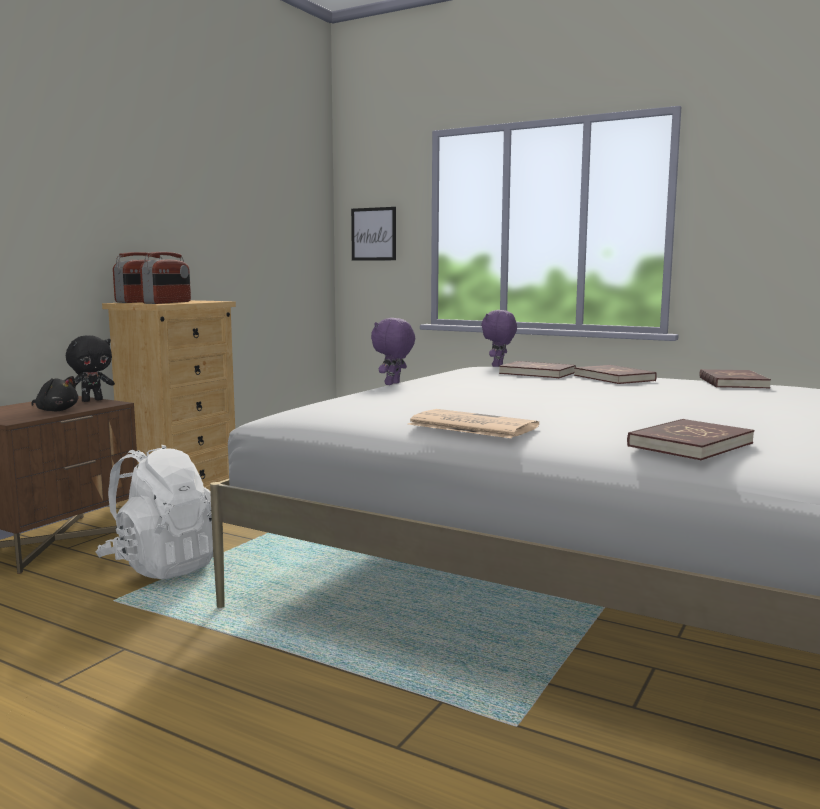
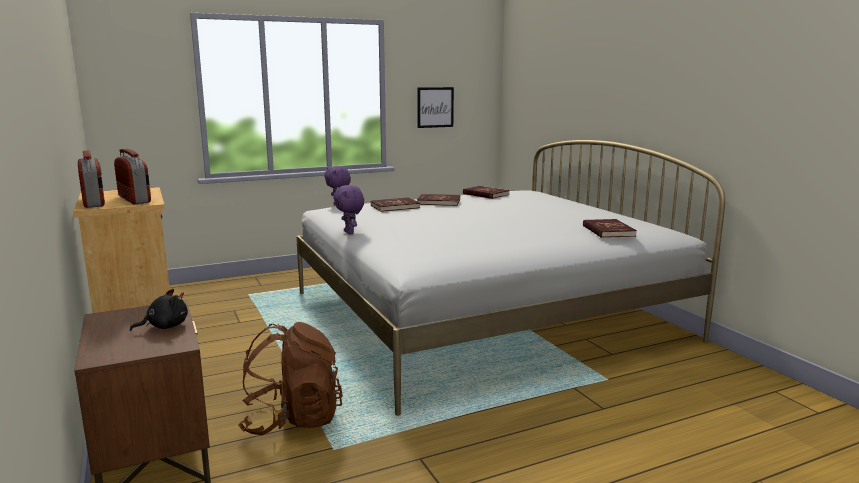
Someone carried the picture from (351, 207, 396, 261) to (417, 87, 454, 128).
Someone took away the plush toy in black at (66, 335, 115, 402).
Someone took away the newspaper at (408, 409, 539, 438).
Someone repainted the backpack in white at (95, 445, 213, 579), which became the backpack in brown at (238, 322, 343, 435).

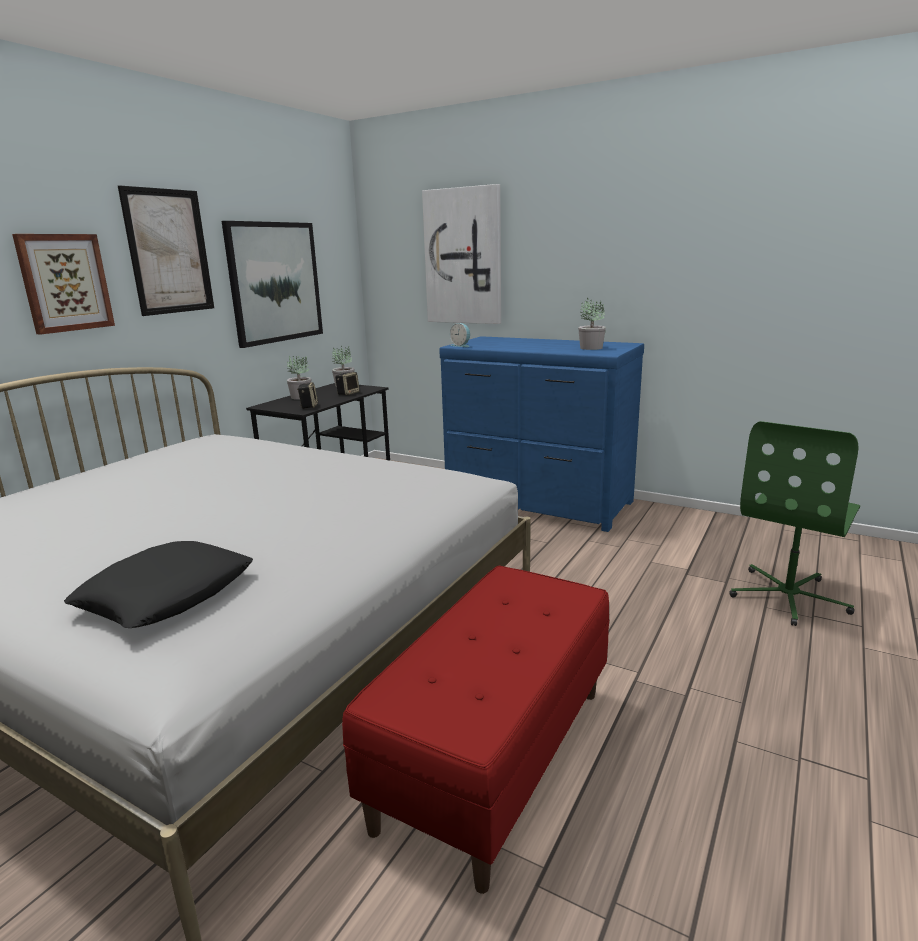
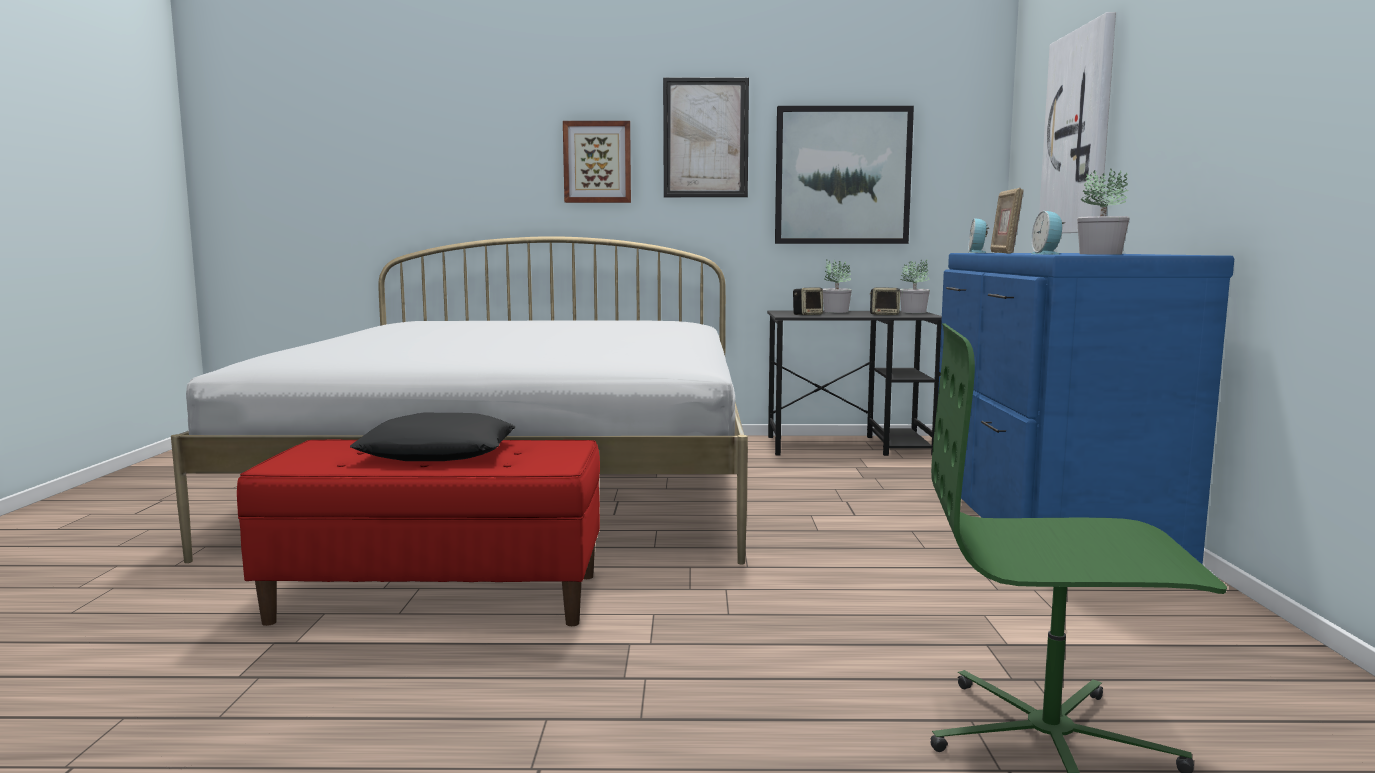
Someone carried the pillow in black from (64, 541, 253, 628) to (350, 413, 516, 461).
Someone put down the picture frame at (991, 188, 1023, 254).
Someone put down the alarm clock at (1031, 211, 1065, 255).

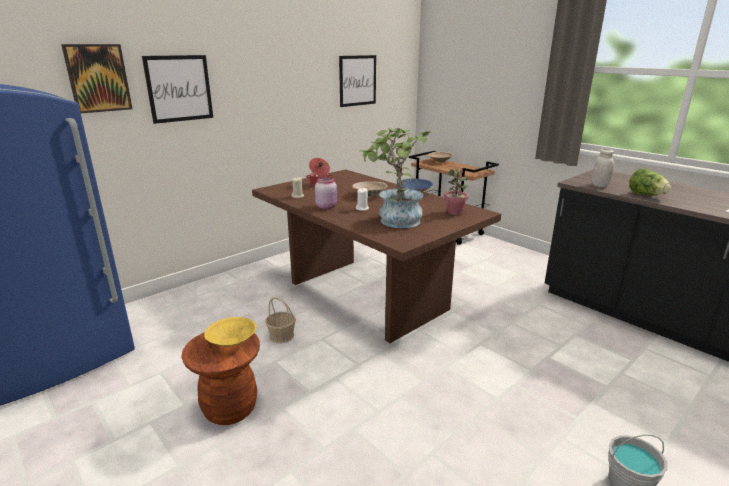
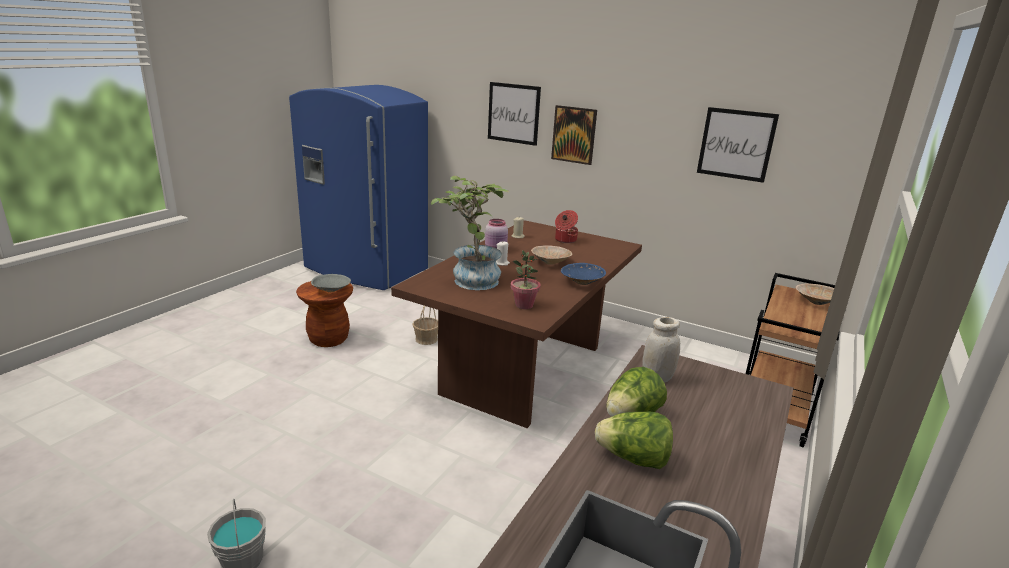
Someone carried the picture from (61, 44, 132, 113) to (551, 105, 597, 165).
Someone repainted the bowl in yellow at (204, 317, 257, 347), which became the bowl in grey at (311, 274, 351, 292).
Someone put down the lettuce at (595, 411, 673, 469).

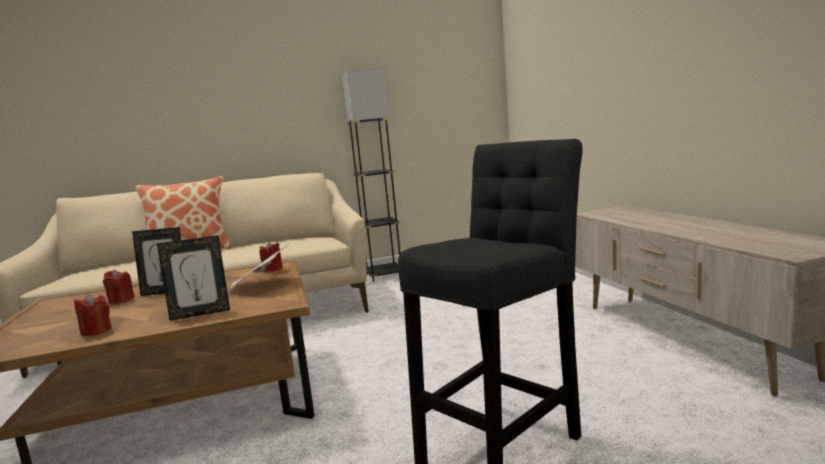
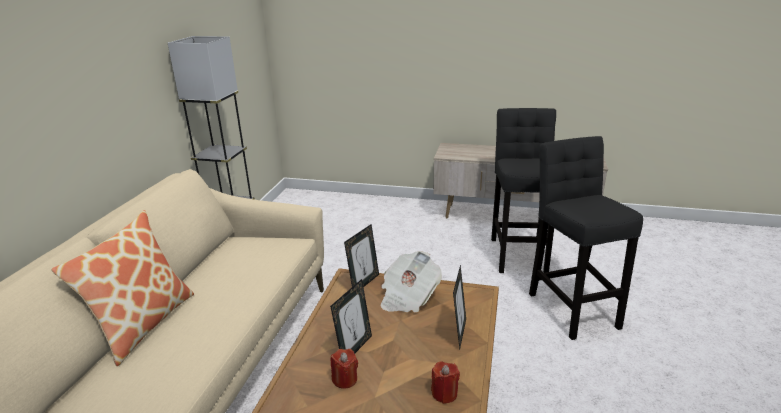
Someone swapped the candle in red at (259, 241, 283, 272) for the picture frame at (344, 224, 379, 287).
Someone put down the stool in black at (491, 108, 556, 273).

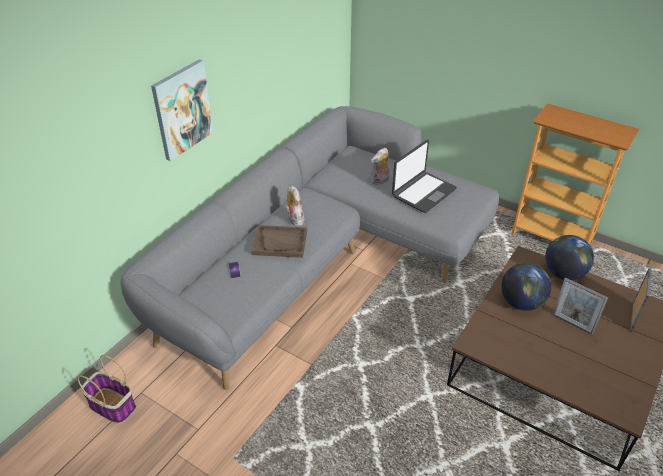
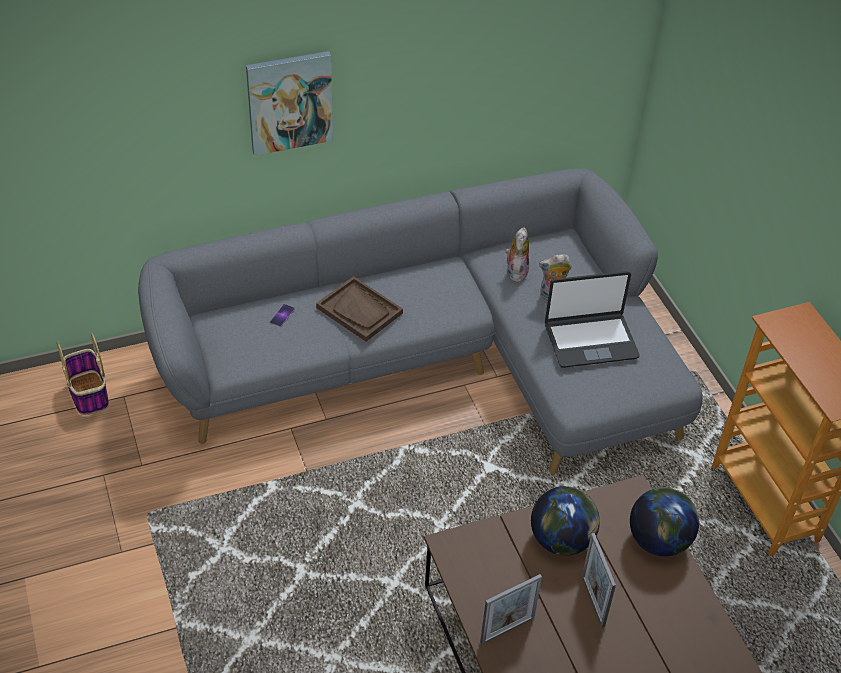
Someone carried the plush toy from (285, 186, 304, 226) to (505, 227, 529, 282).
Someone carried the picture frame from (630, 267, 652, 332) to (480, 574, 542, 644).

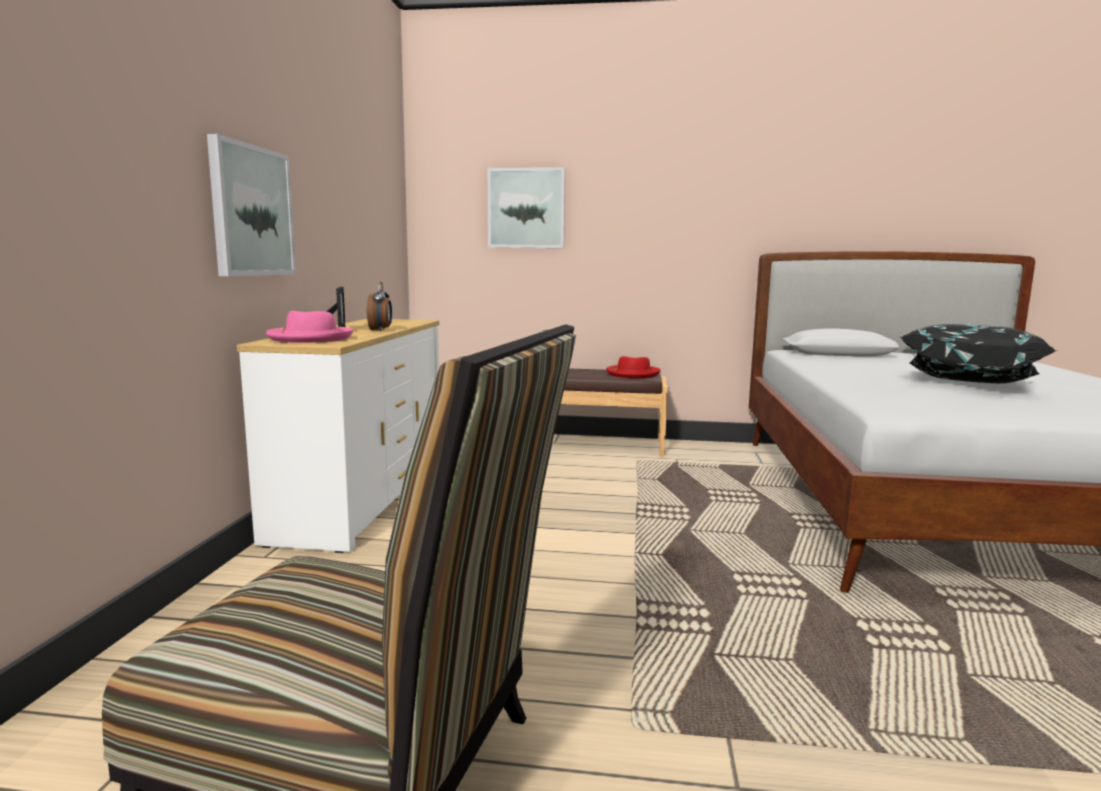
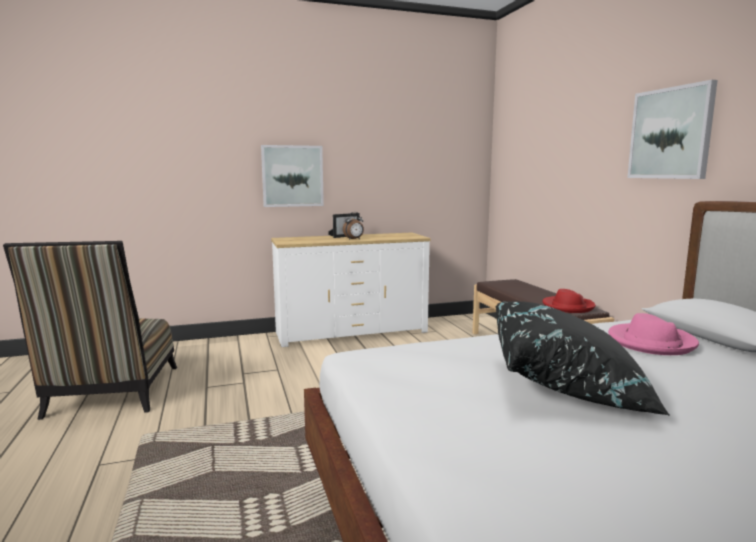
Someone carried the picture from (488, 167, 565, 248) to (627, 80, 718, 179).
Someone carried the hat in pink from (266, 311, 353, 343) to (608, 313, 699, 355).

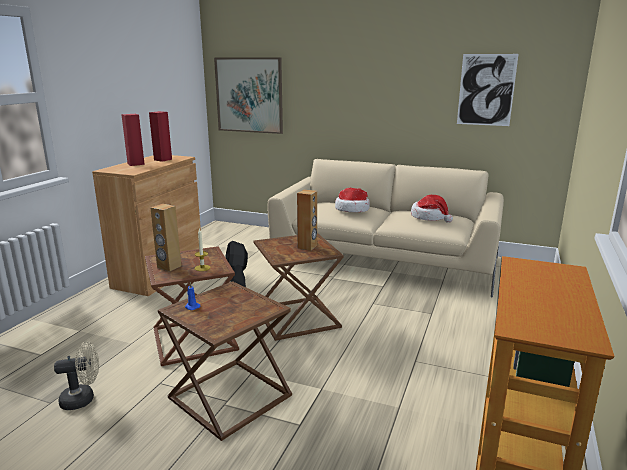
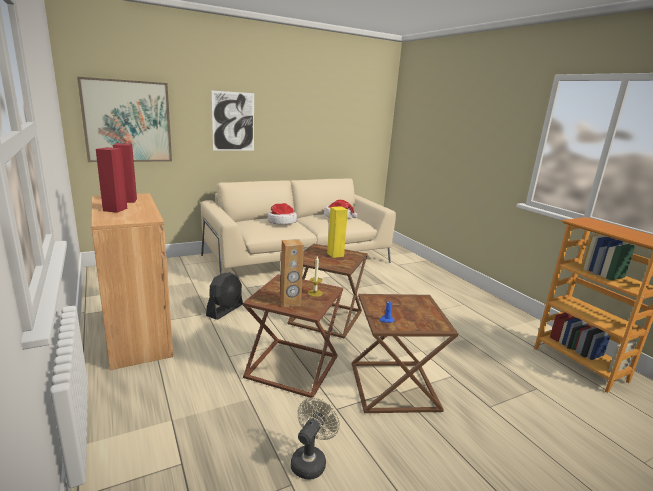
Someone carried the picture from (457, 54, 519, 126) to (212, 91, 254, 151).
Someone repainted the speaker in brown at (297, 190, 317, 251), which became the speaker in yellow at (327, 206, 348, 258).
Someone rotated the fan in black at (225, 241, 248, 287) by 90 degrees counterclockwise.

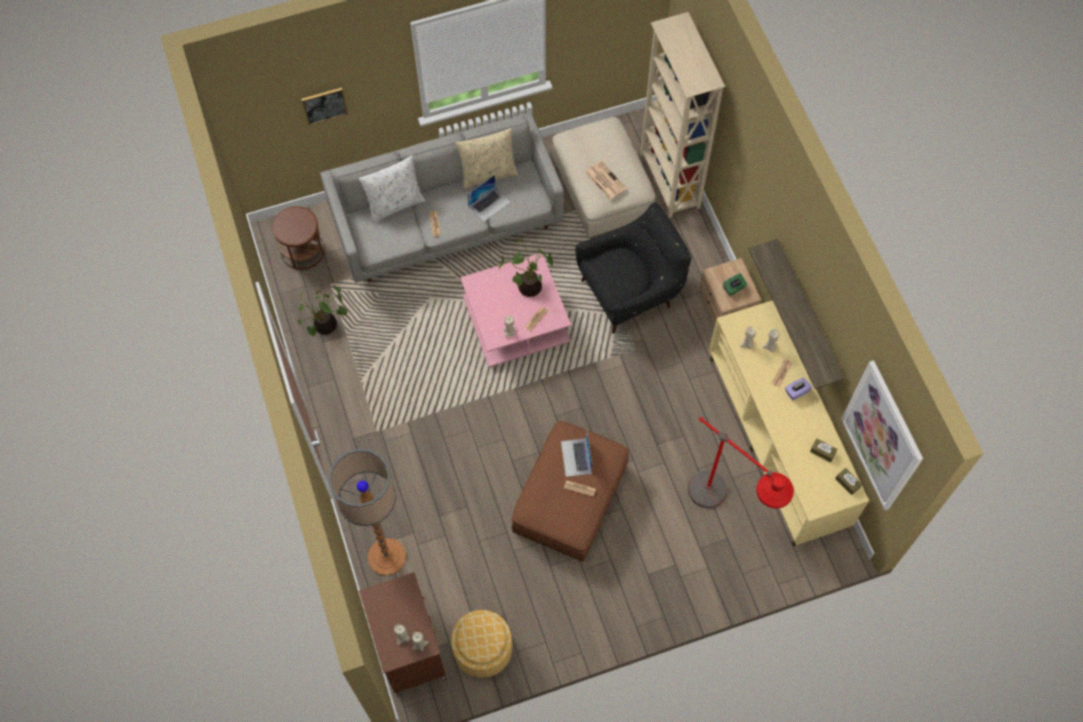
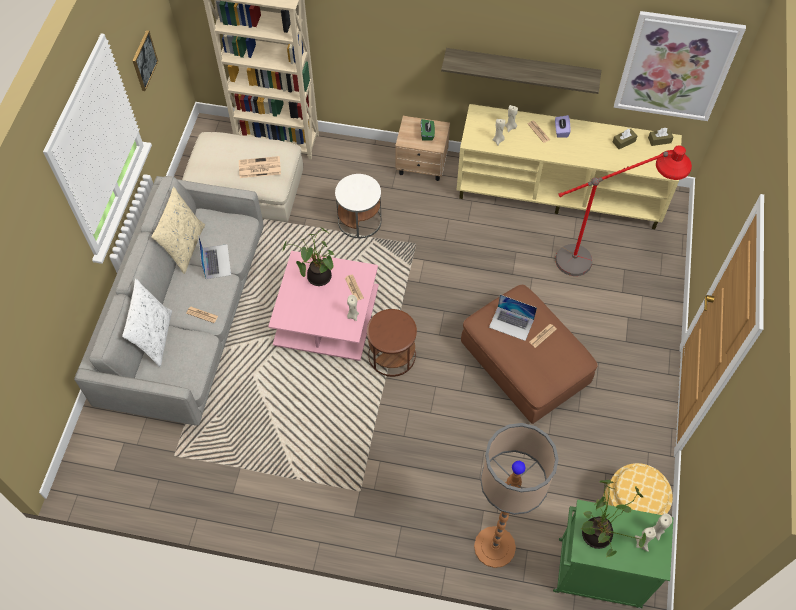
Someone carried the picture from (302, 87, 348, 125) to (133, 30, 158, 91).
Someone swapped the armchair in black at (575, 202, 692, 334) for the side table in white at (335, 174, 381, 238).
Someone carried the side table in brown from (272, 206, 325, 270) to (367, 309, 417, 377).
Someone carried the potted plant from (297, 285, 348, 336) to (580, 480, 646, 557).
Someone repainted the cabinet in brown at (359, 572, 446, 697), which became the cabinet in green at (553, 499, 674, 608).

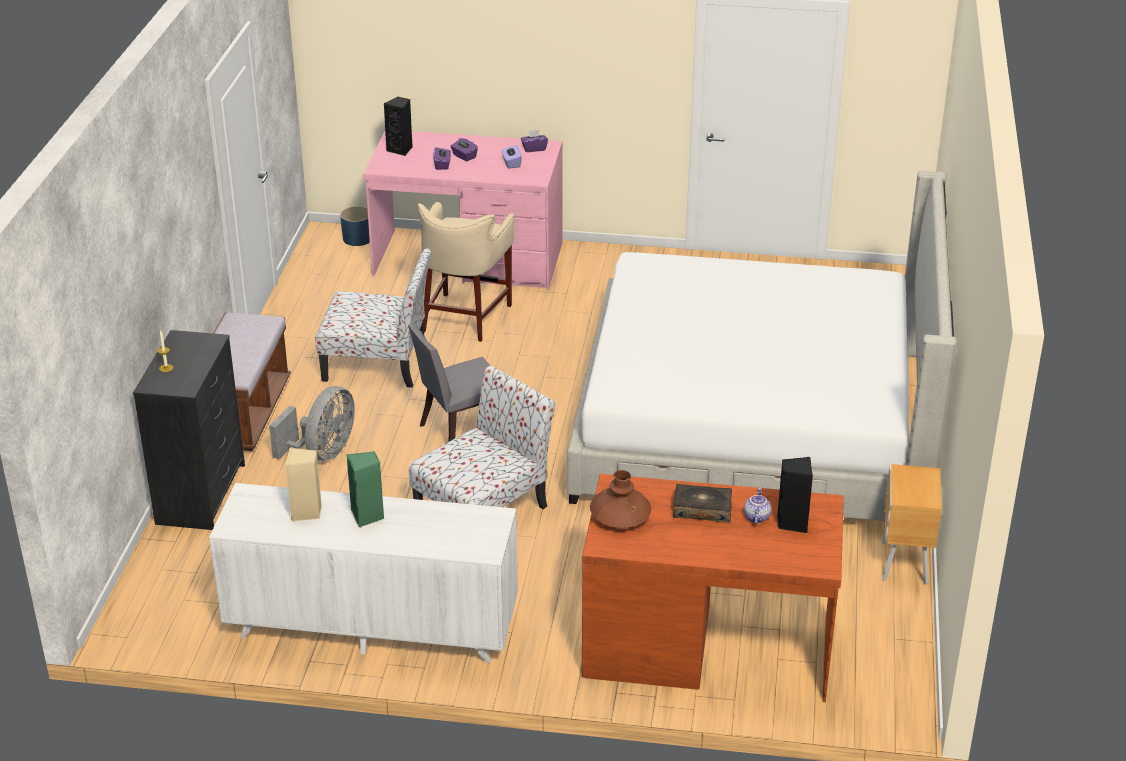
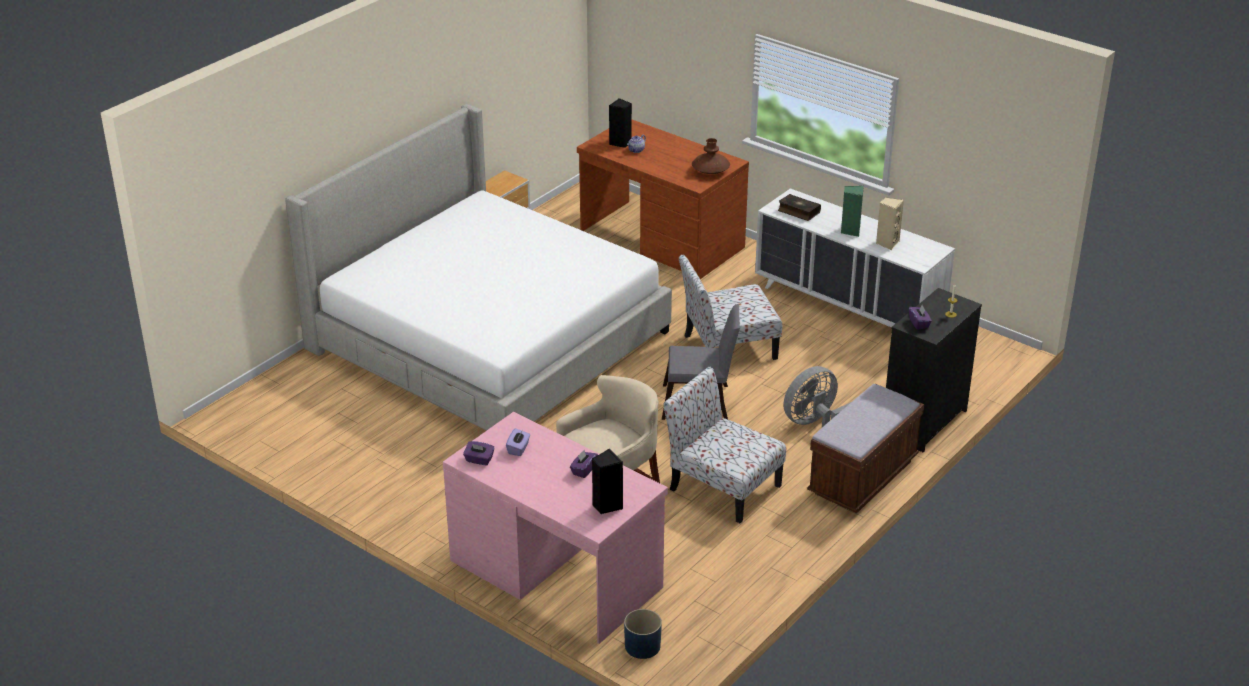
Someone carried the tissue box in purple from (450, 138, 478, 161) to (909, 306, 932, 330).
Someone carried the book from (673, 484, 732, 523) to (778, 194, 821, 221).

